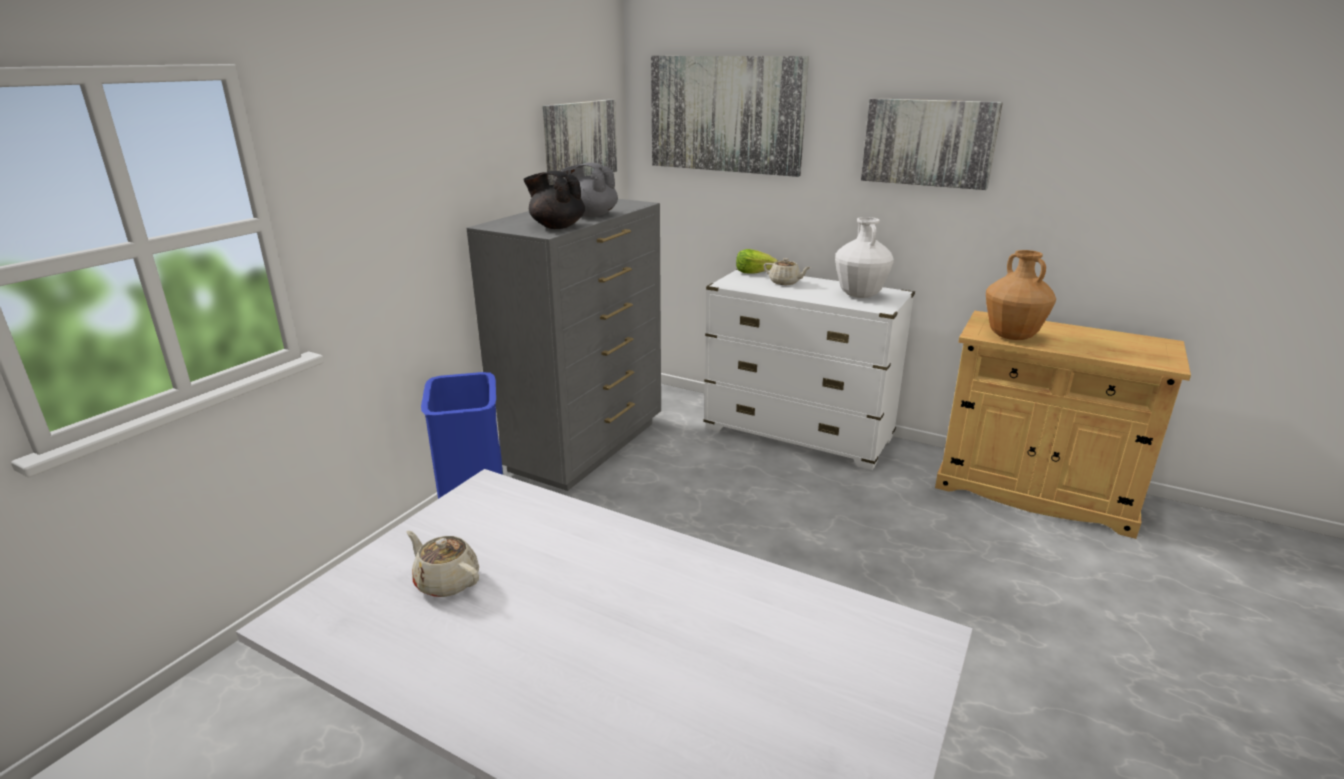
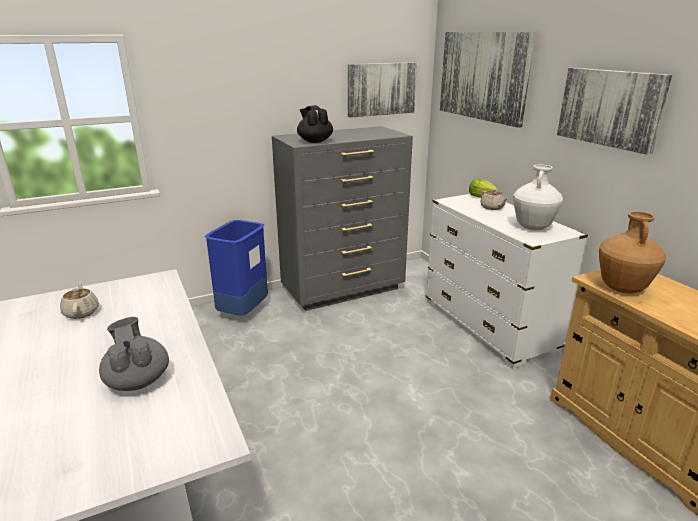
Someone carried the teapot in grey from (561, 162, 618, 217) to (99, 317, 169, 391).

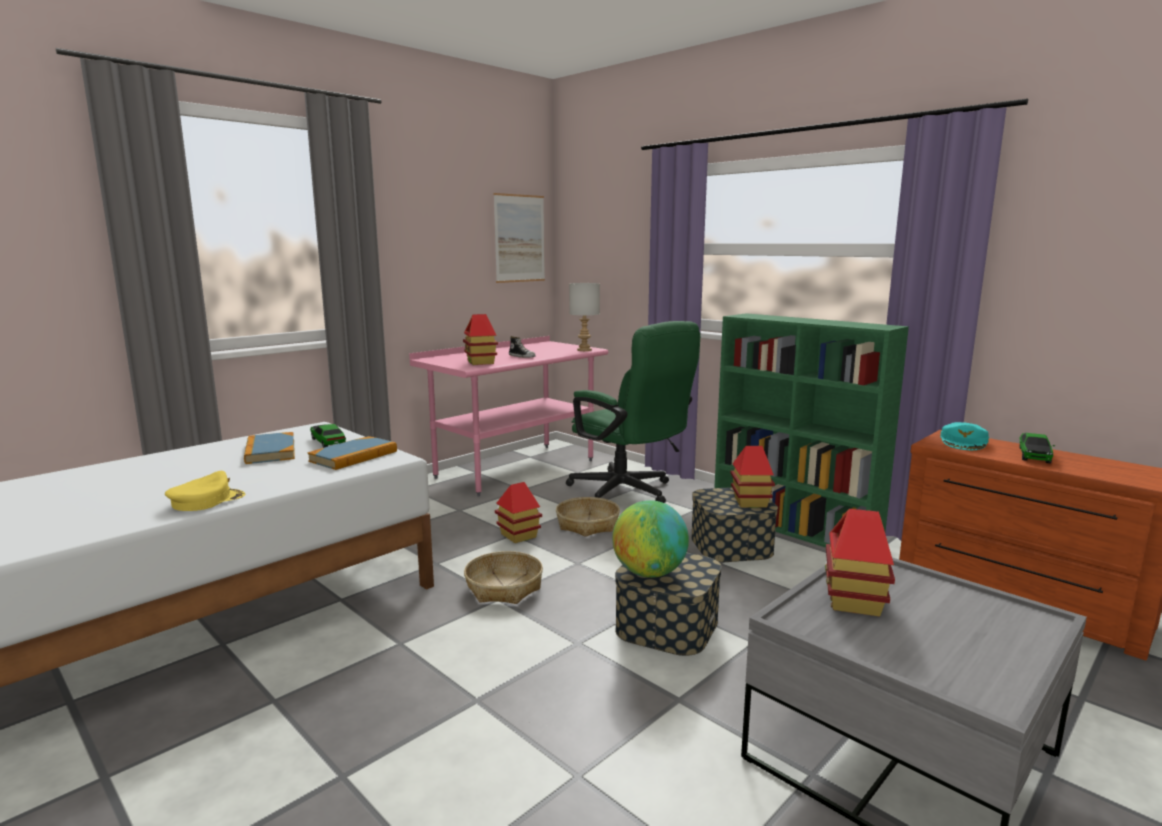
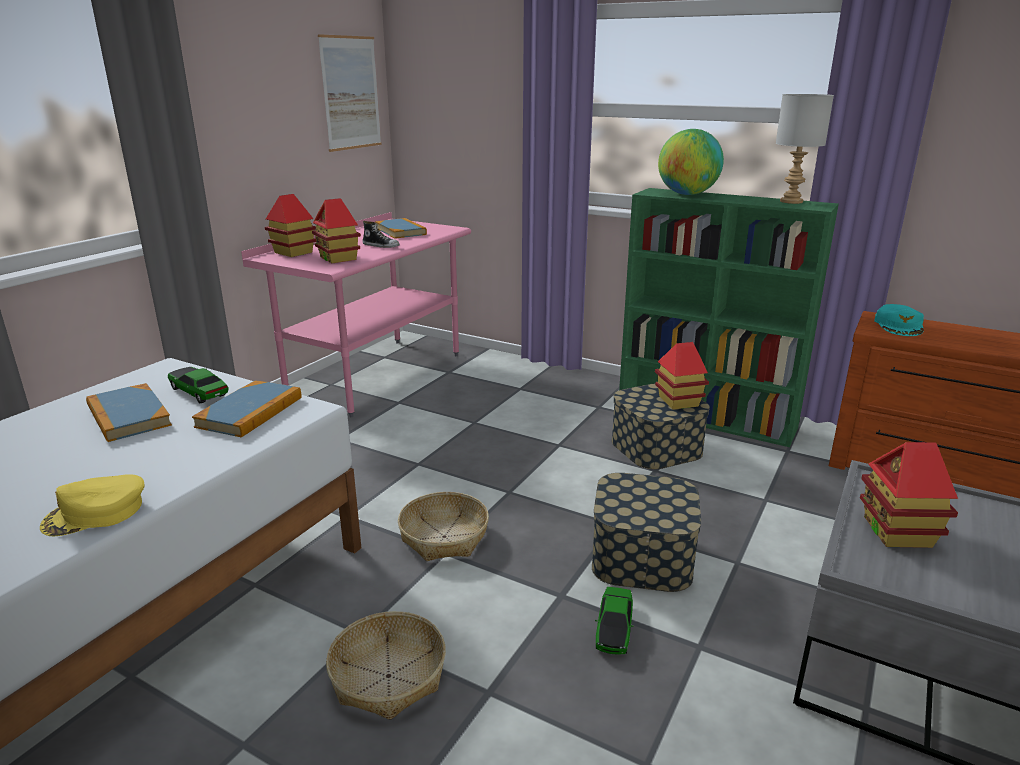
Someone carried the table lamp in grey from (569, 283, 600, 351) to (776, 94, 834, 204).
Someone took away the office chair in green at (566, 321, 700, 503).
Someone carried the toy car from (1019, 433, 1055, 463) to (595, 587, 634, 655).
Someone rotated the cap in yellow at (165, 471, 245, 511) by 150 degrees counterclockwise.
Someone carried the toy house from (495, 482, 542, 543) to (265, 194, 316, 257).
Someone carried the basket from (556, 497, 620, 537) to (326, 611, 446, 720).
Someone carried the globe from (612, 500, 689, 578) to (658, 129, 724, 195).
Someone put down the book at (375, 218, 427, 239).

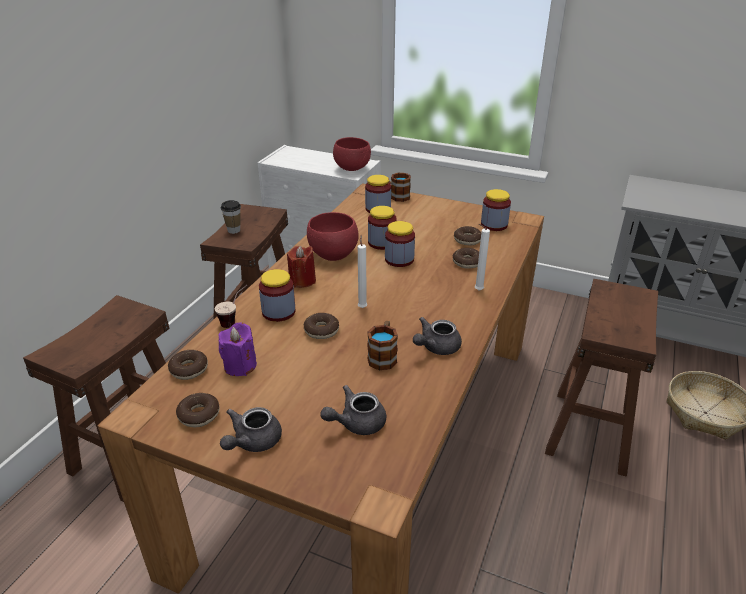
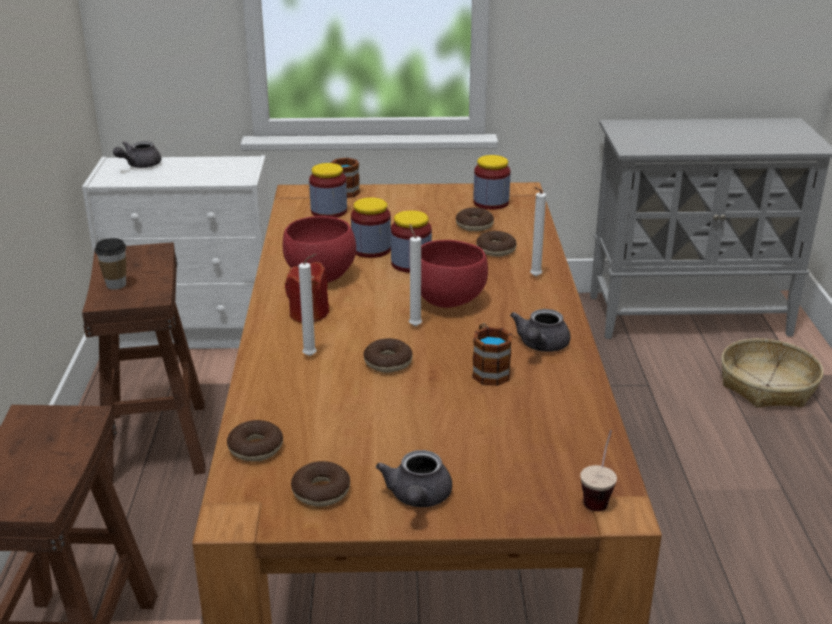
Someone carried the bowl in red from (333, 137, 371, 171) to (421, 240, 488, 308).
Someone swapped the jar at (259, 269, 295, 322) for the candle in white at (298, 254, 317, 356).
Someone took away the stool in brown at (545, 279, 658, 477).
Someone carried the cup from (215, 285, 248, 328) to (580, 430, 617, 511).
Someone took away the candle in purple at (218, 322, 257, 376).
Someone carried the teapot in grey from (320, 385, 386, 435) to (113, 141, 161, 168).

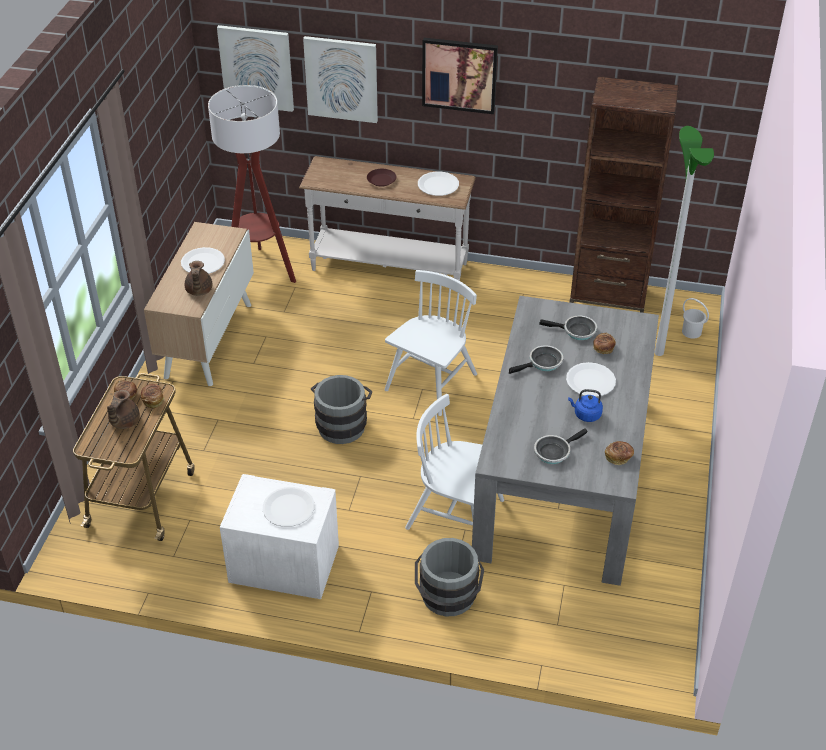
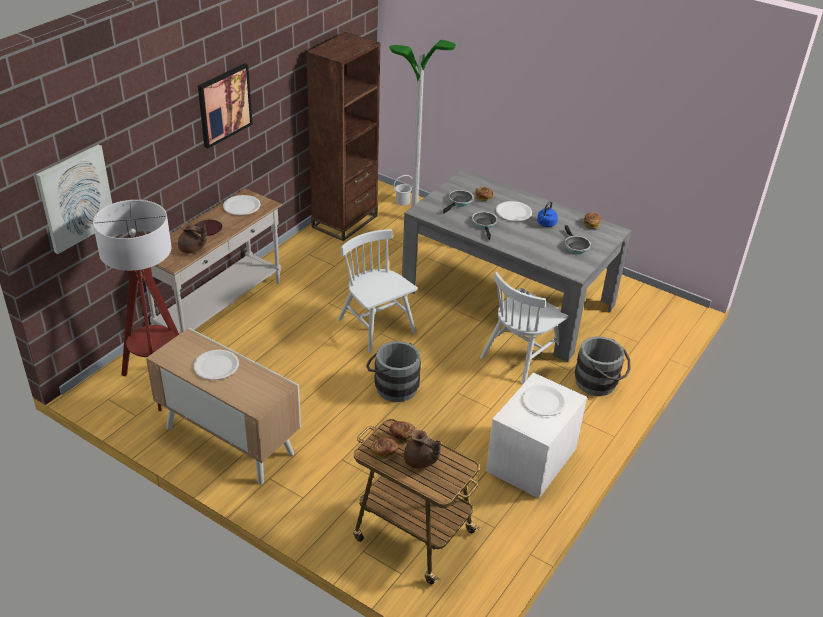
Someone took away the picture at (303, 36, 378, 123).
Someone carried the teapot in brown from (185, 261, 212, 296) to (178, 223, 207, 254).

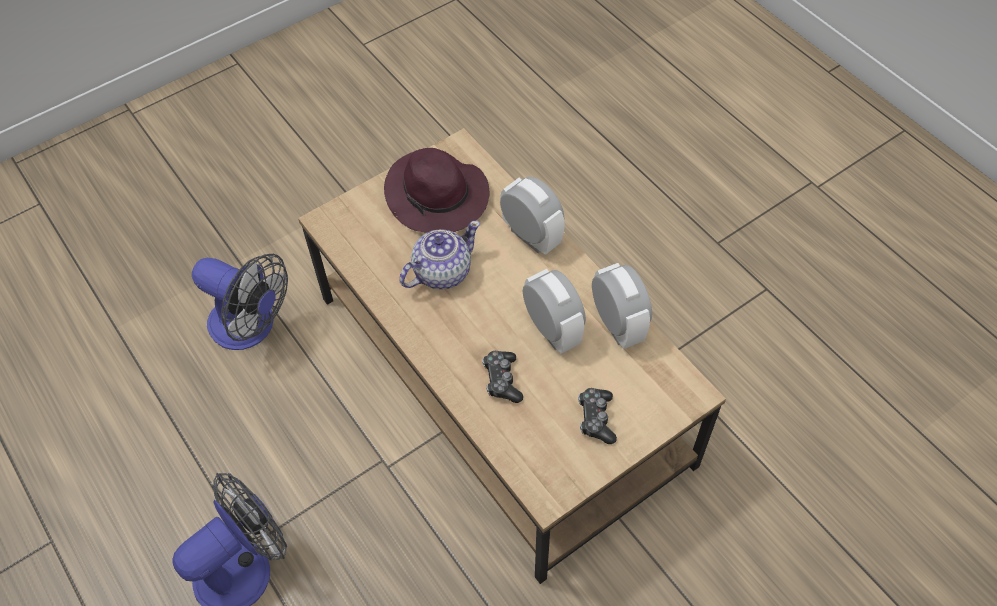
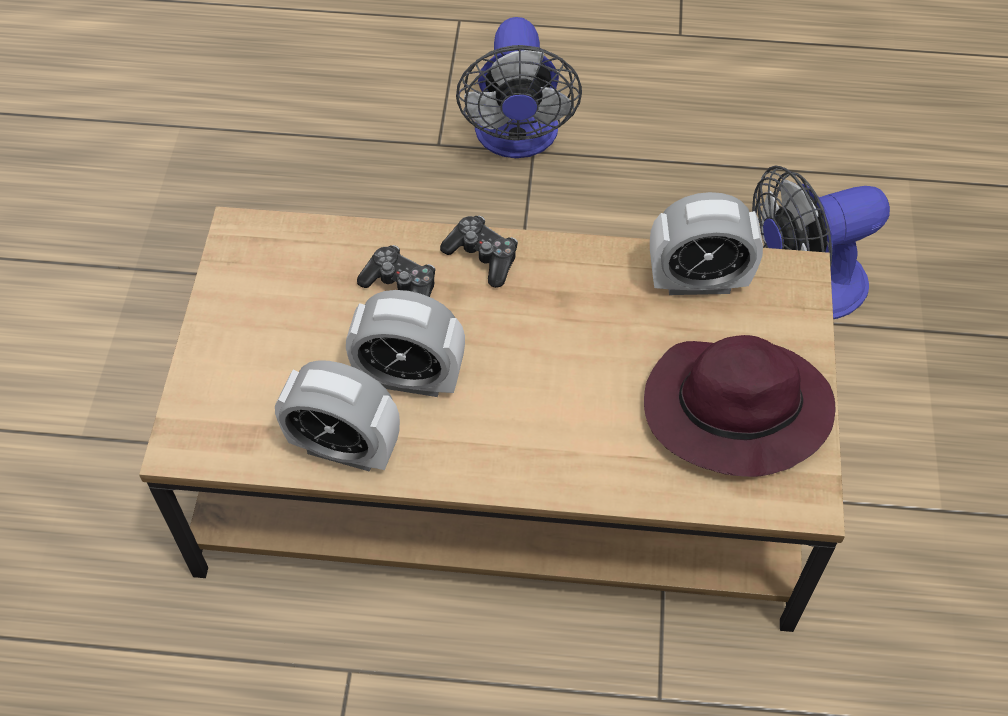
Someone carried the alarm clock from (500, 177, 565, 255) to (650, 192, 763, 295).
Someone took away the teapot at (399, 221, 480, 289).
Someone carried the game controller from (578, 388, 617, 444) to (440, 215, 518, 288).

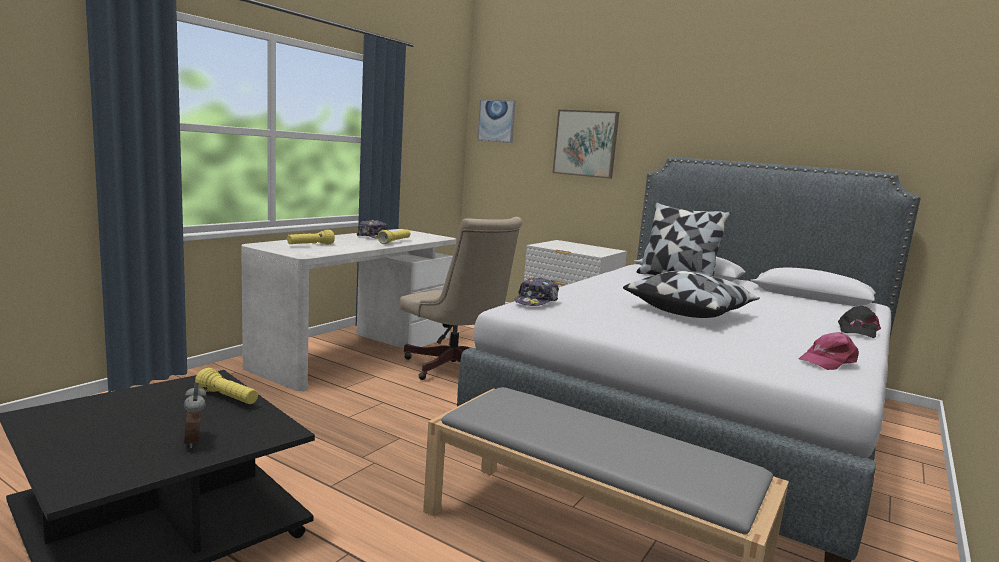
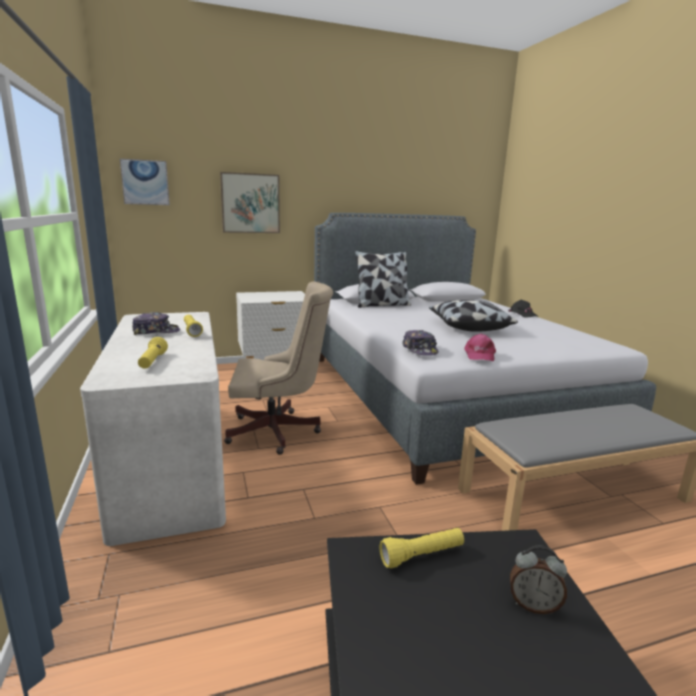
Someone carried the cap in pink from (799, 332, 859, 370) to (464, 334, 496, 361).

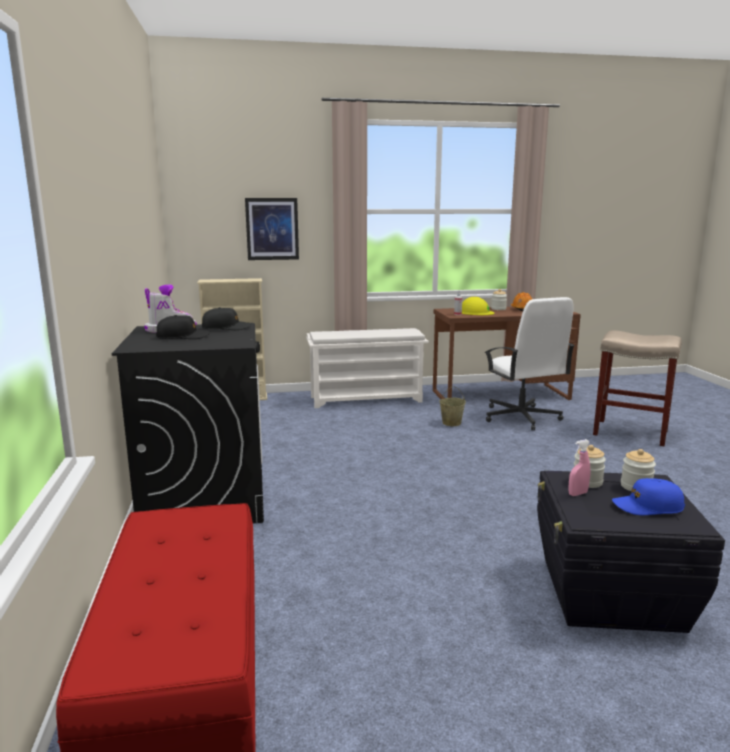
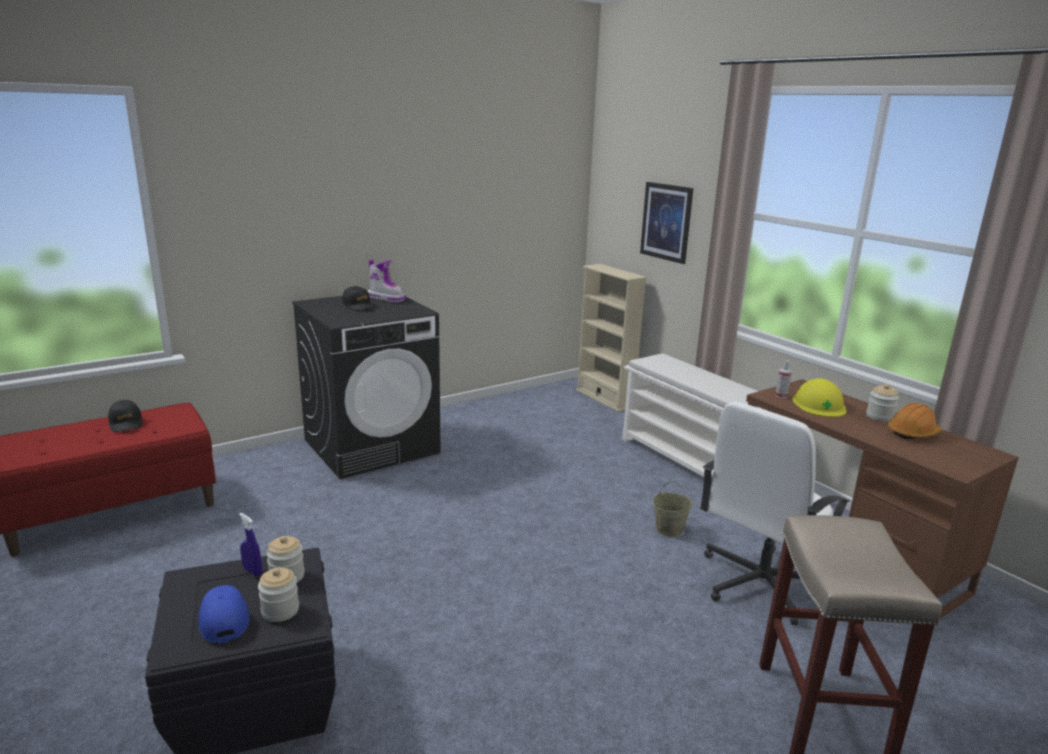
Someone carried the cap in black from (202, 307, 252, 330) to (108, 400, 142, 432).
Someone repainted the spray bottle in pink at (568, 439, 590, 496), which became the spray bottle in blue at (239, 513, 262, 576).

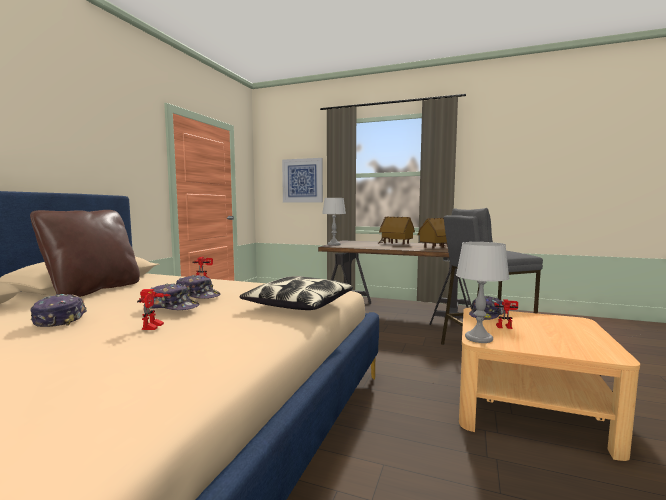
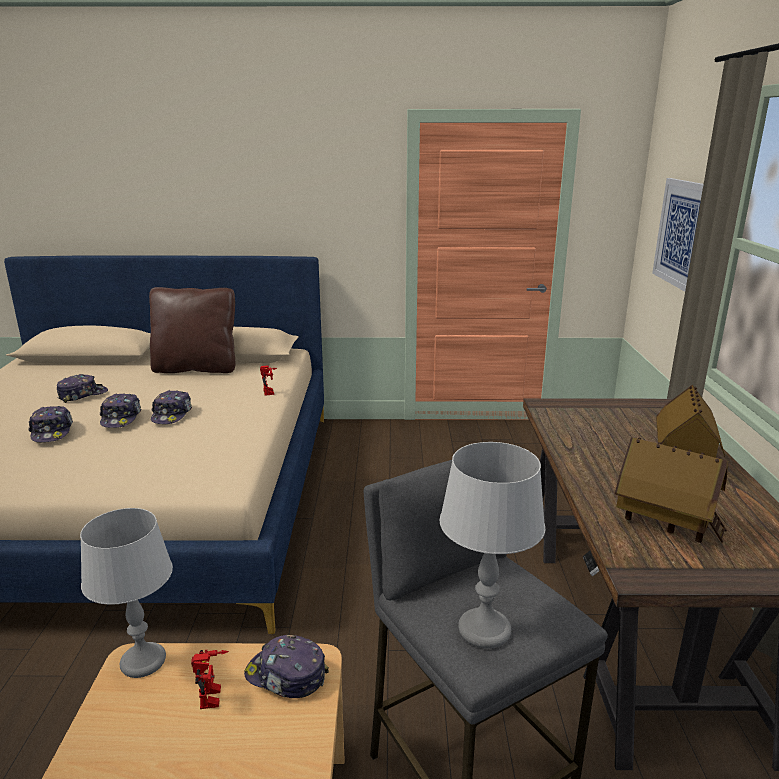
Someone carried the table lamp in grey from (322, 198, 346, 245) to (439, 442, 545, 649).
Someone took away the pillow at (240, 276, 353, 310).
Someone swapped the toy robot at (137, 289, 171, 330) for the cap at (28, 406, 73, 442).

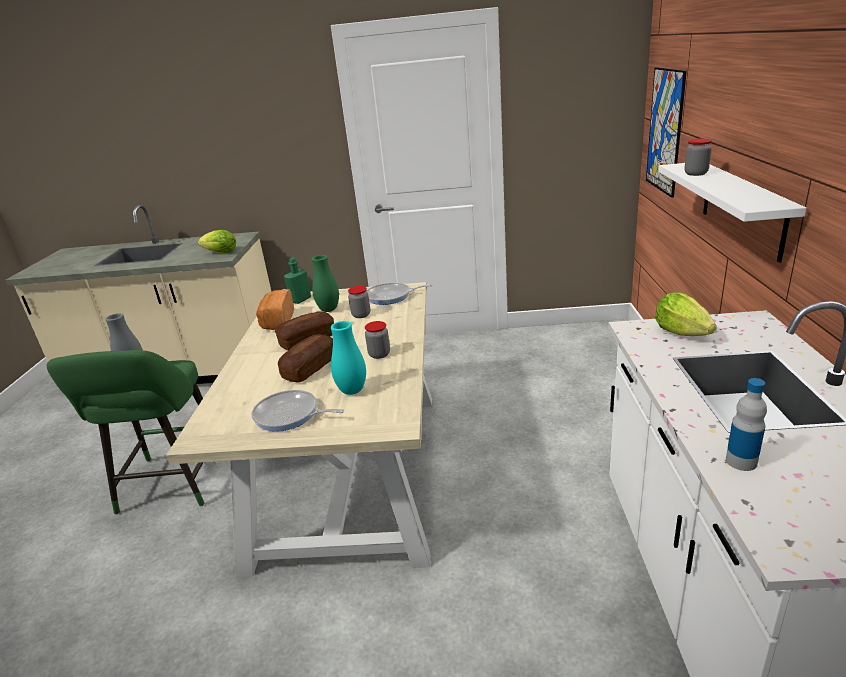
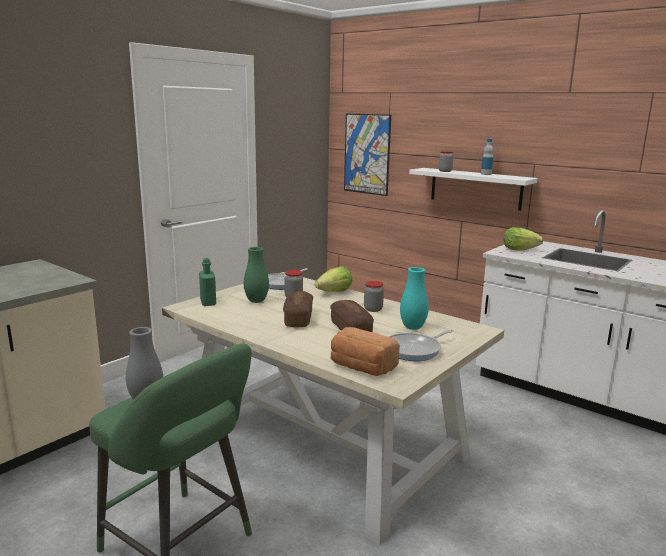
Someone carried the lettuce from (198, 230, 236, 253) to (315, 266, 352, 292).
Someone carried the bread from (256, 289, 294, 330) to (331, 327, 400, 376).
Someone carried the bottle from (726, 378, 767, 471) to (481, 139, 493, 175).

